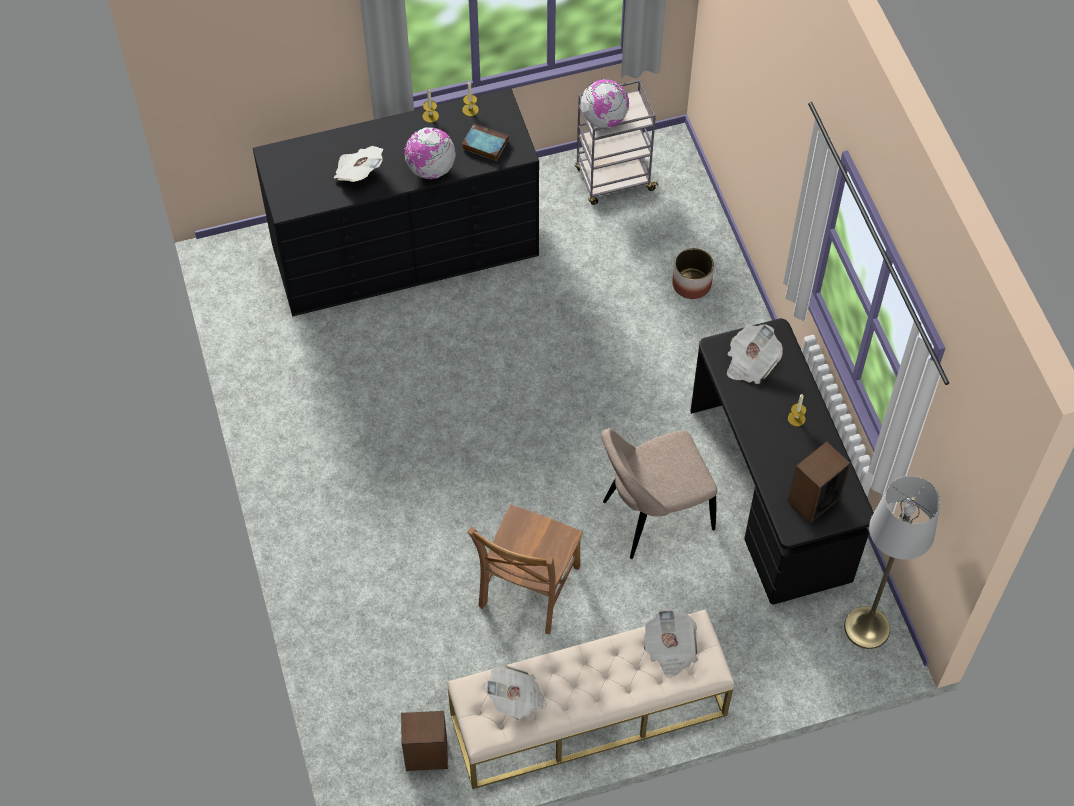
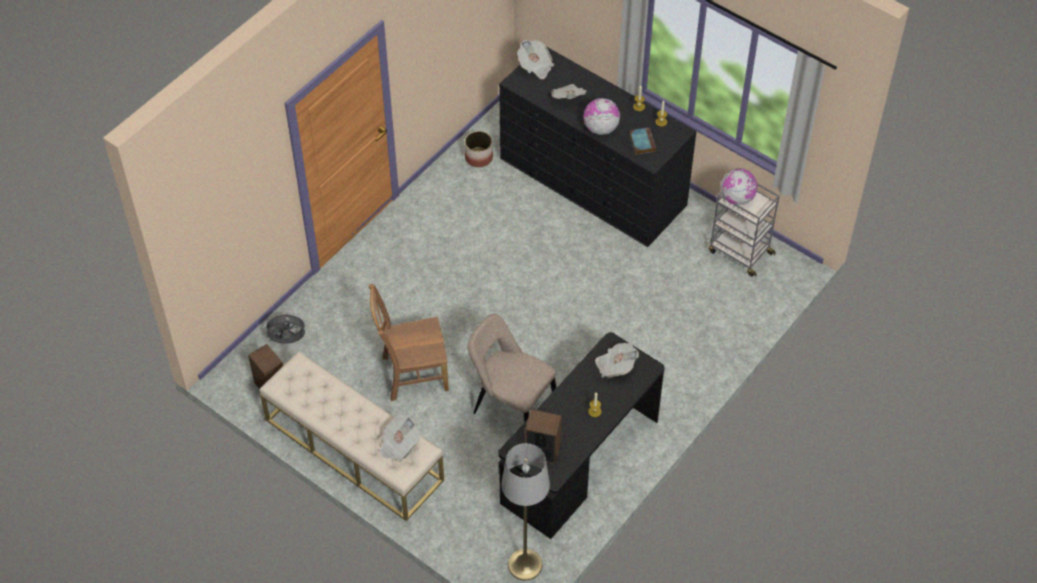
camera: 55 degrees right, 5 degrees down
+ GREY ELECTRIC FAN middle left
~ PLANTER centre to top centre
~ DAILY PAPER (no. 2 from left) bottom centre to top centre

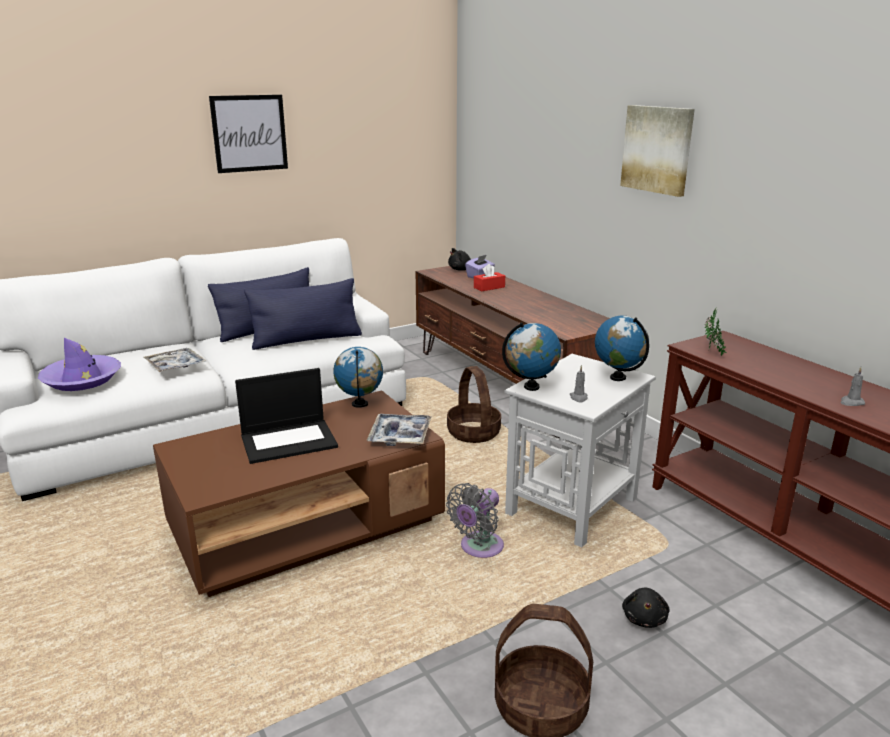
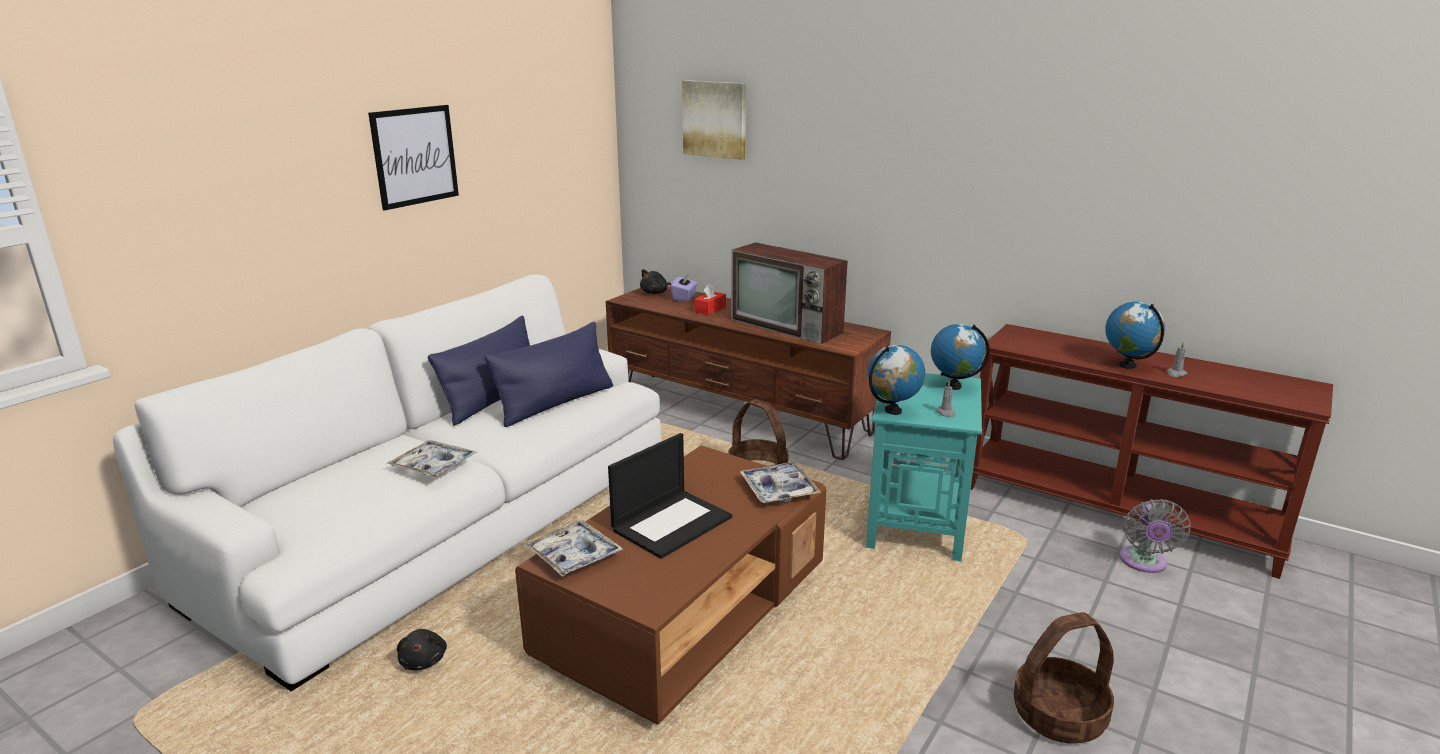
camera: 25 degrees left, 0 degrees up
~ BLACK PLUSH TOY (no. 2 from left in the first image) bottom right to BLACK PLUSH TOY (no. 1 from left) bottom left
+ CARRYING TRAY (no. 2 from left) bottom centre
~ PICTURE (no. 2 from left) top right to top centre
+ TELEVISION centre
~ WHITE ACCENT TABLE centre to TURQUOISE ACCENT TABLE centre
~ WORLD GLOBE (no. 1 from left in the first image) centre to WORLD GLOBE (no. 3 from left) middle right
~ GREY ELECTRIC FAN bottom centre to bottom right
- PURPLE-COLOURED HAT middle left
- PLANT IN A POT middle right

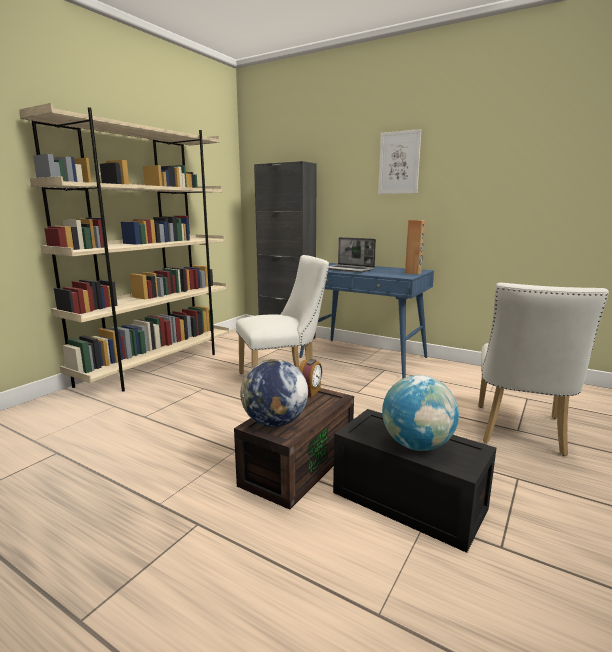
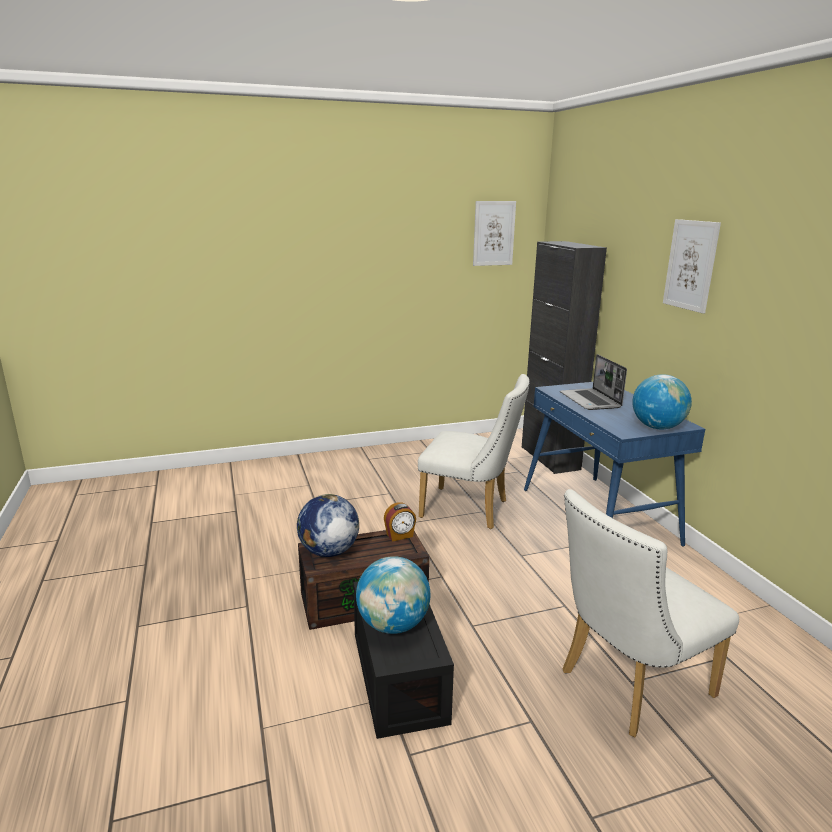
camera: 40 degrees right, 5 degrees up
+ PICTURE (no. 1 from left) top centre
~ BROWNISH LOUDSPEAKER middle right to WORLD GLOBE (no. 3 from left) middle right
- BEIGE-COLOURED BOOKCASE middle left

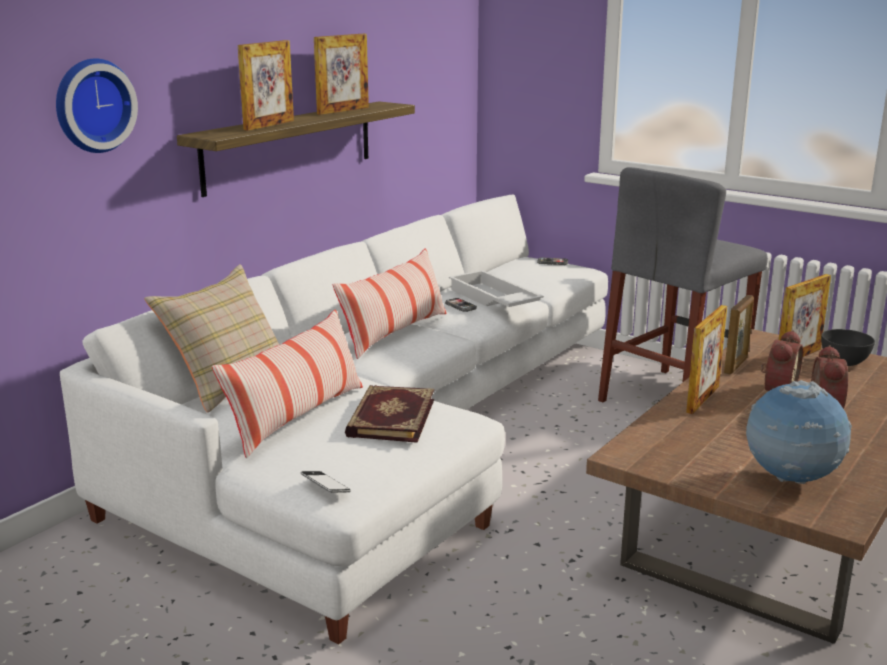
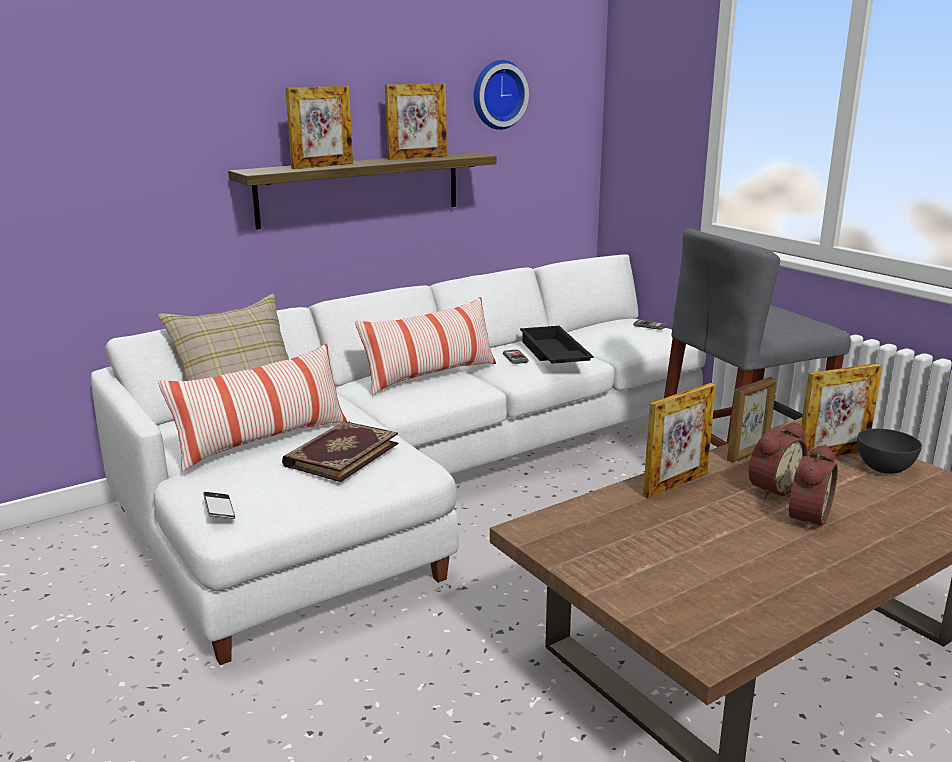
camera: 20 degrees right, 0 degrees up
~ WALL CLOCK top left to top centre
~ WHITE CARRYING TRAY centre to BLACK CARRYING TRAY centre
- WORLD GLOBE middle right

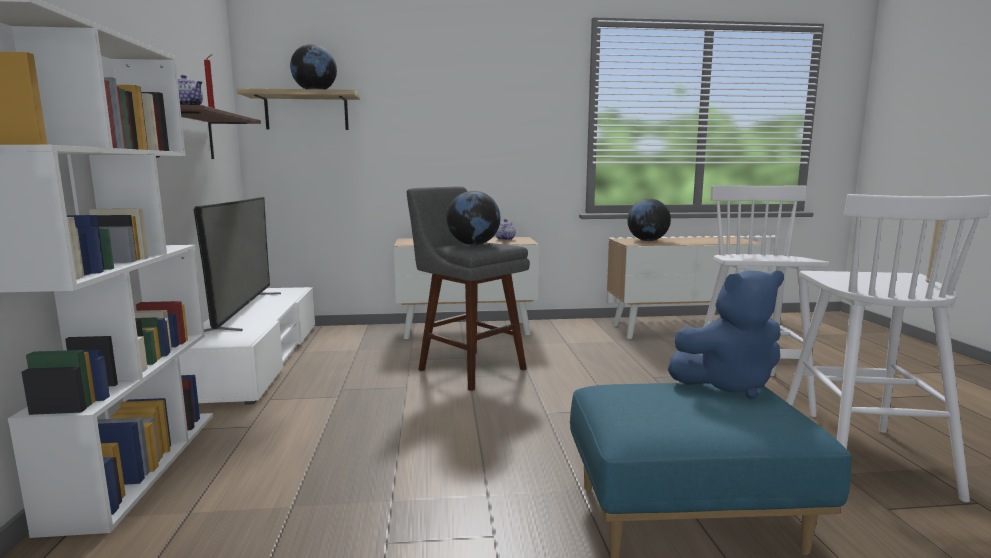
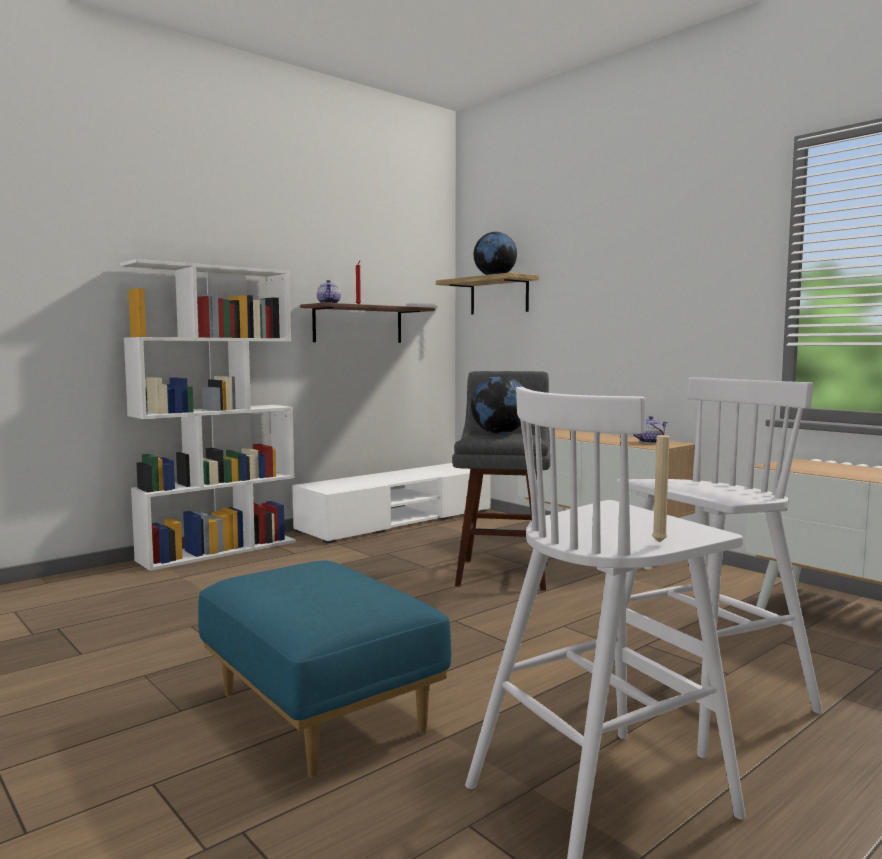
camera: 55 degrees right, 5 degrees down
- TELEVISION middle left
- WORLD GLOBE (no. 3 from left) centre
- BLUE PLUSH TOY middle right

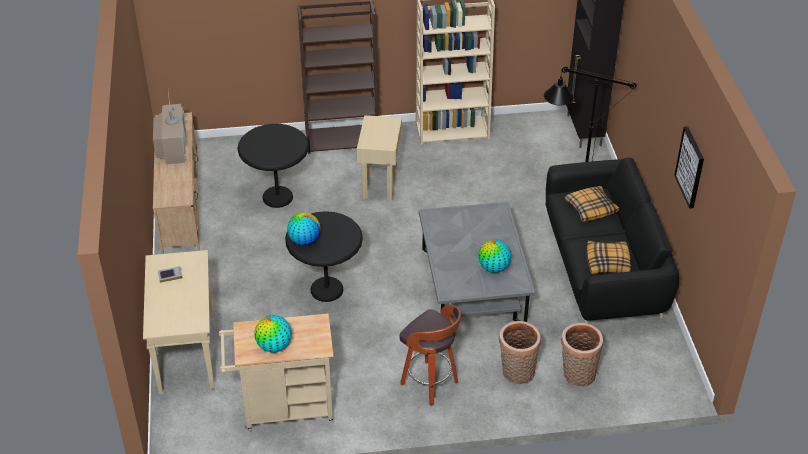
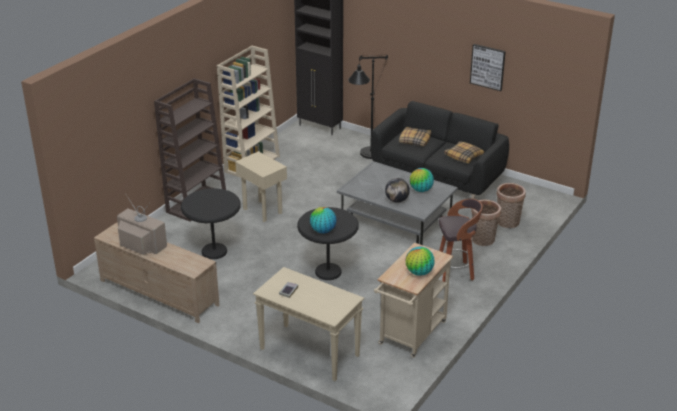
camera: 50 degrees left, 10 degrees down
+ WORLD GLOBE (no. 2 from left) centre

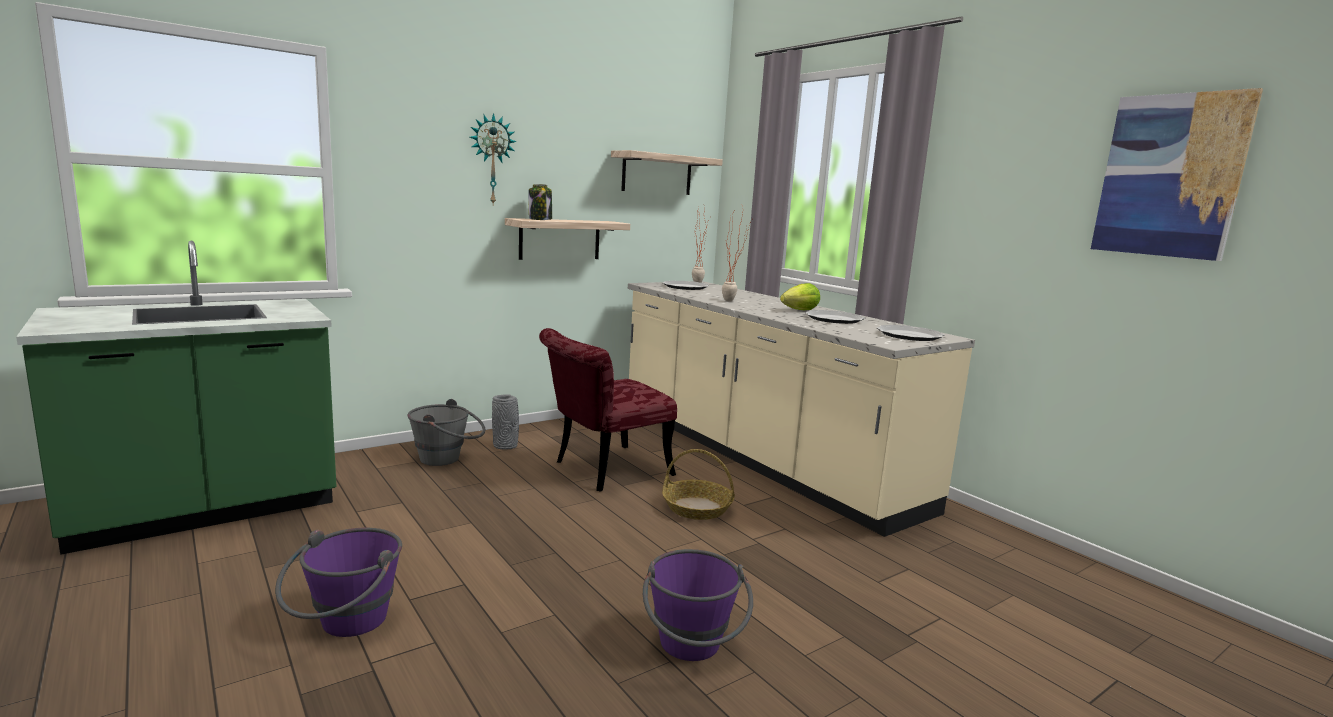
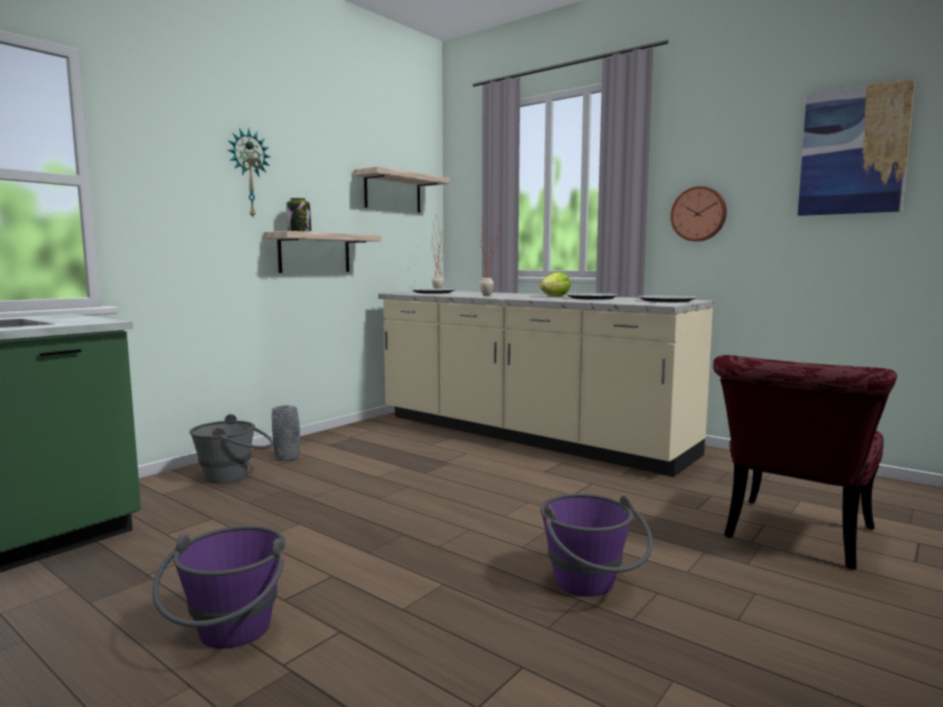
camera: 15 degrees left, 5 degrees down
+ WALL CLOCK (no. 2 from left) top right
~ REDDISH PLAIN CHAIR centre to middle right
- HOUSEHOLD BASKET bottom centre

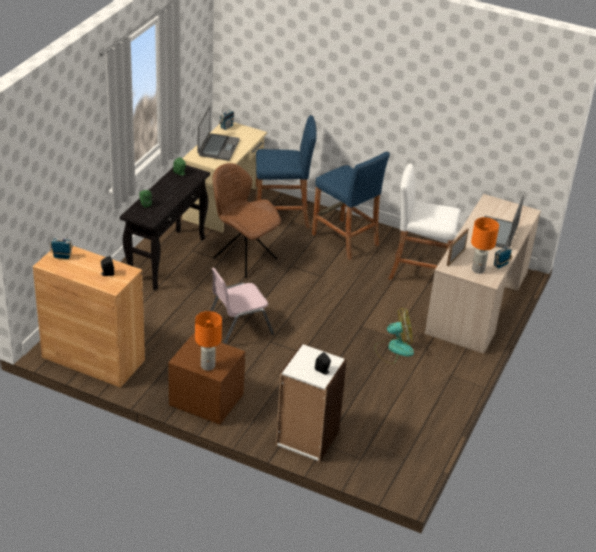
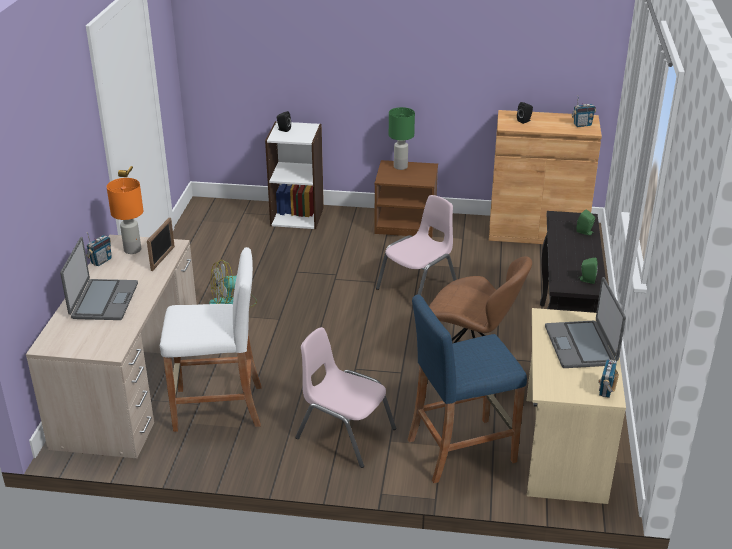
camera: 165 degrees right, 5 degrees down
~ BLUE STOOL SEAT (no. 2 from left) centre to PINK PLAIN CHAIR (no. 1 from left) bottom centre
~ ORANGE-COLOURED TABLETOP LAMP (no. 1 from left) centre to GREENISH TABLETOP LAMP top centre

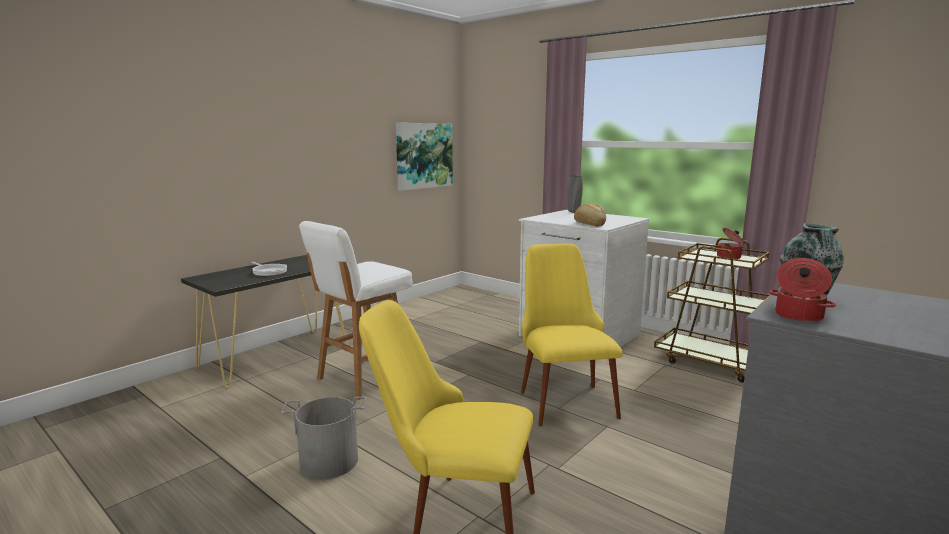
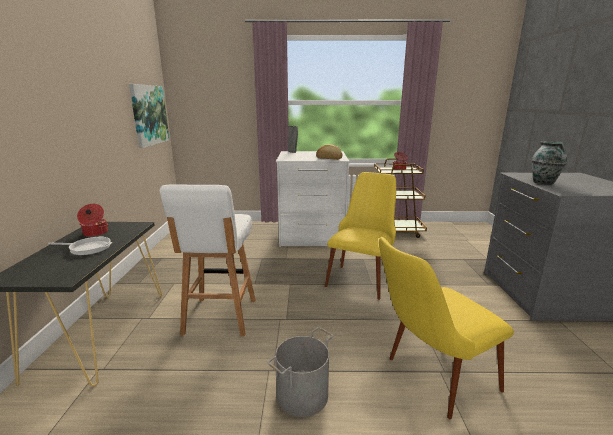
camera: 40 degrees left, 5 degrees up
~ COOKING POT (no. 2 from left in the first image) middle right to COOKING POT (no. 1 from left) middle left
~ YELLOW PLAIN CHAIR (no. 2 from left in the first image) centre = centre 75 degrees clockwise

